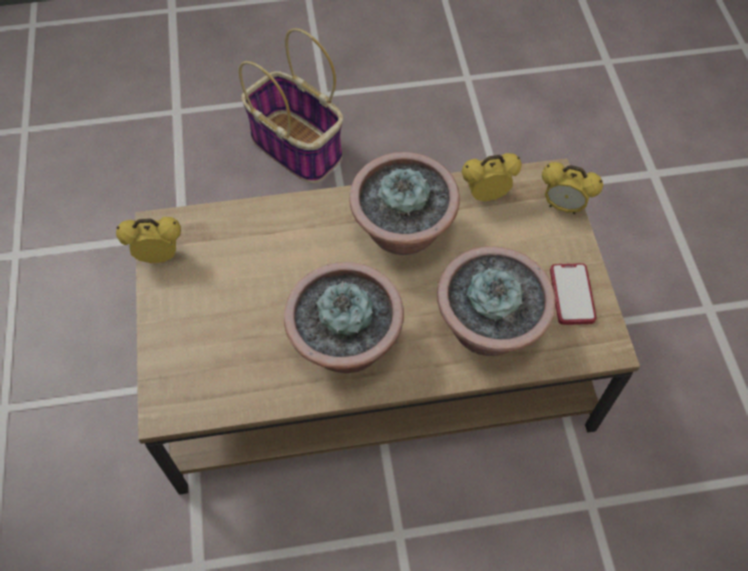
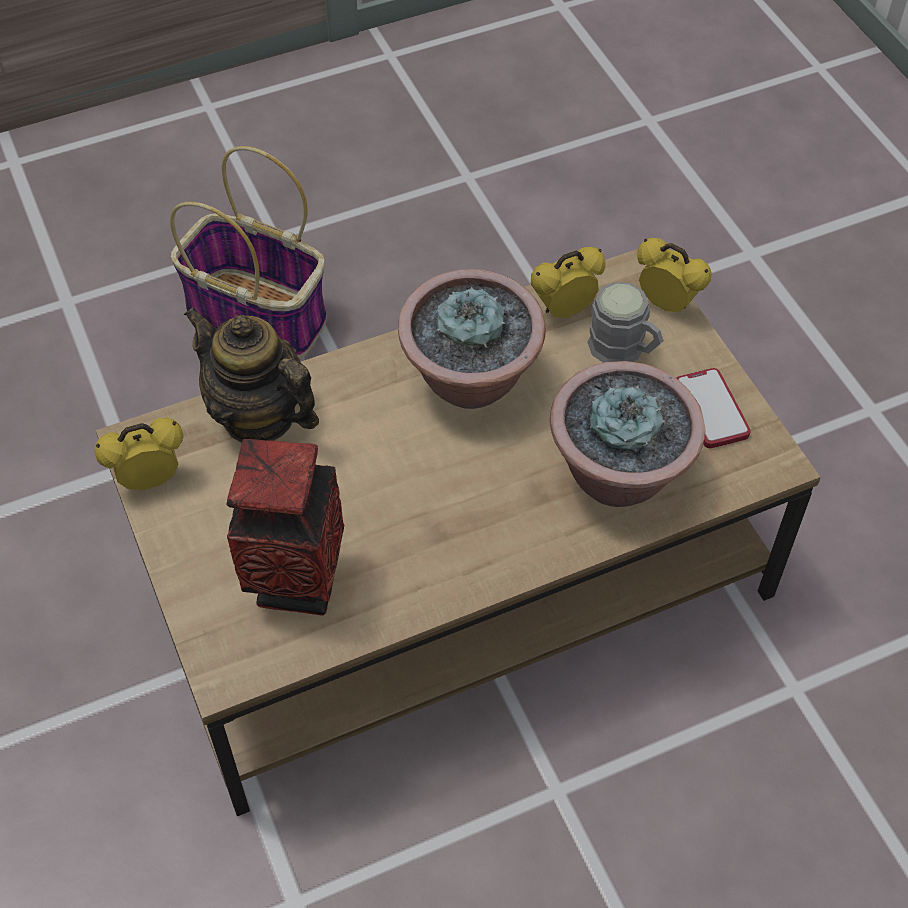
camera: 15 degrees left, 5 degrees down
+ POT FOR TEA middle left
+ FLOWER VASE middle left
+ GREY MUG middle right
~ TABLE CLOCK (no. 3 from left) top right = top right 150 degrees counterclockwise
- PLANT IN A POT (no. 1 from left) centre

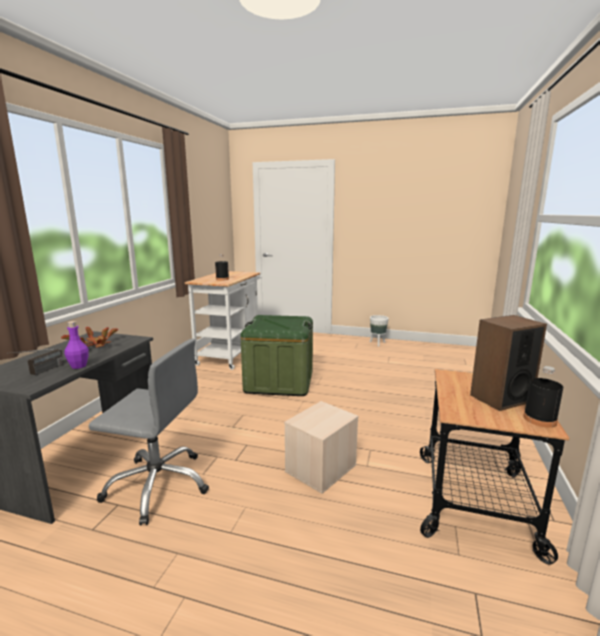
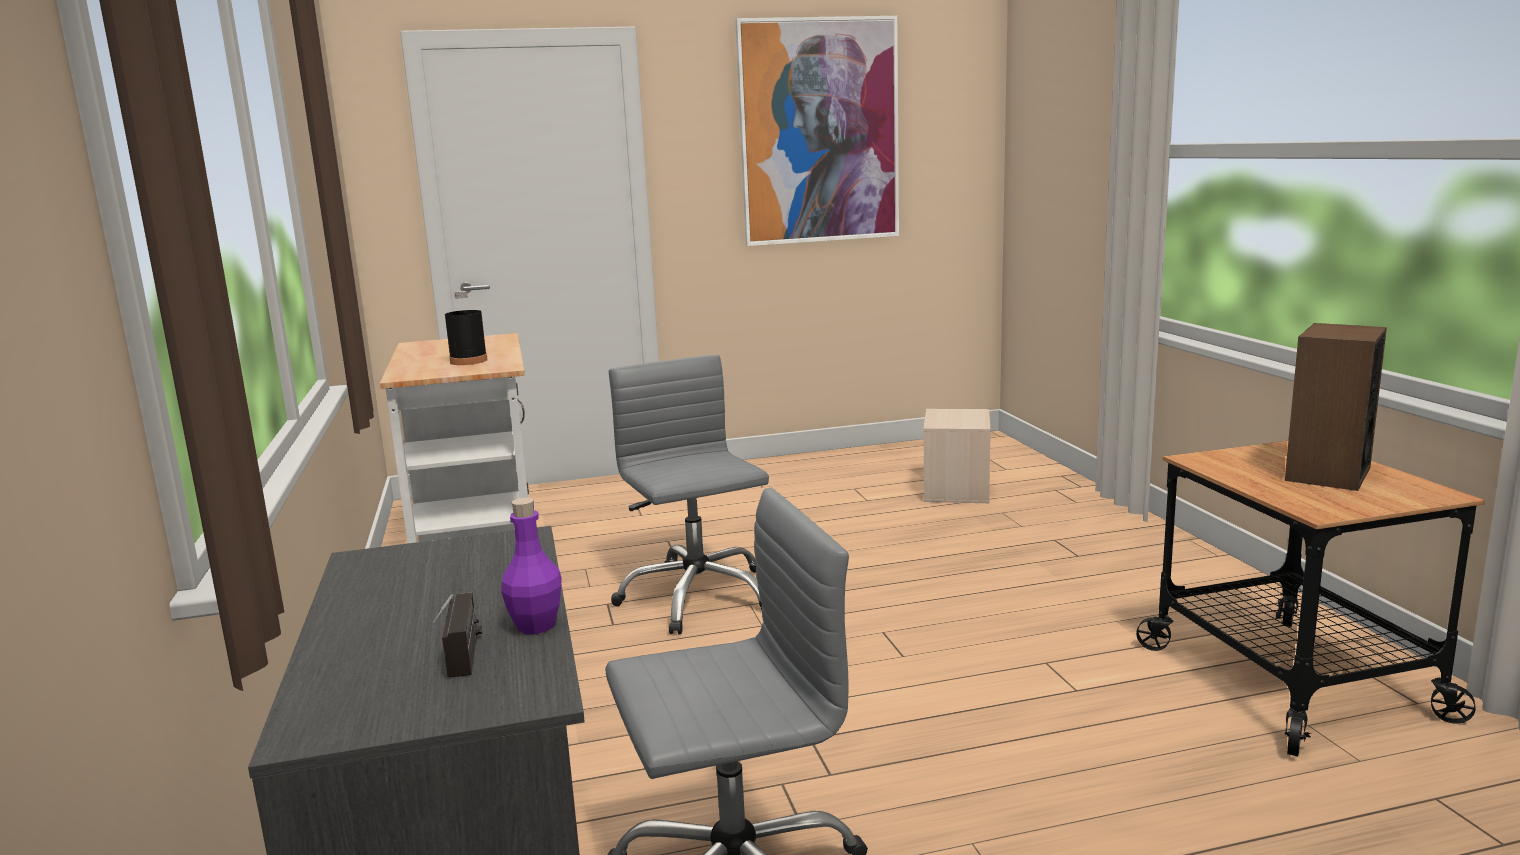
camera: 30 degrees left, 0 degrees up
~ GREENISH STORAGE BIN centre to GREY COMPUTER CHAIR (no. 1 from left) centre
+ PICTURE top centre
~ BEIGE-COLOURED STORAGE BIN bottom centre to centre
- PLANT IN A POT middle left
- WHITE PLANTER centre
- BLACK BOTTLE (no. 2 from left) middle right

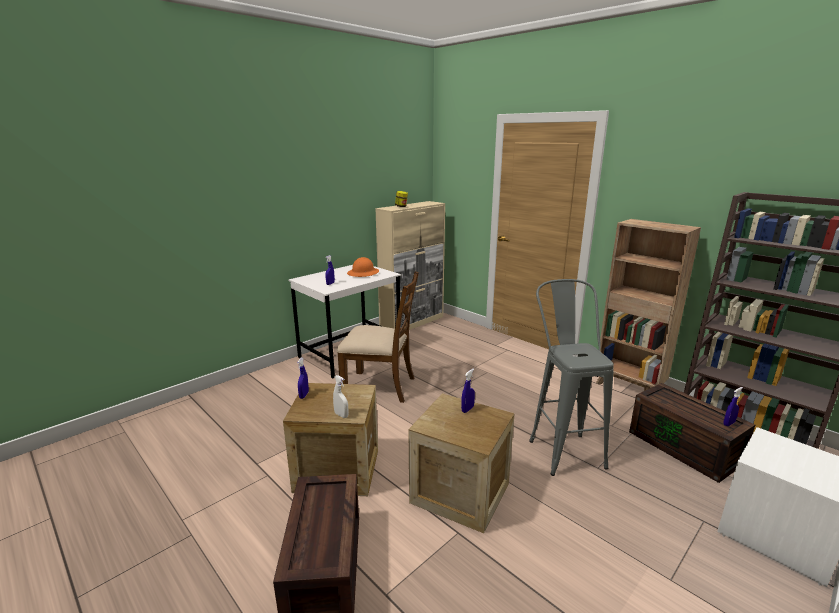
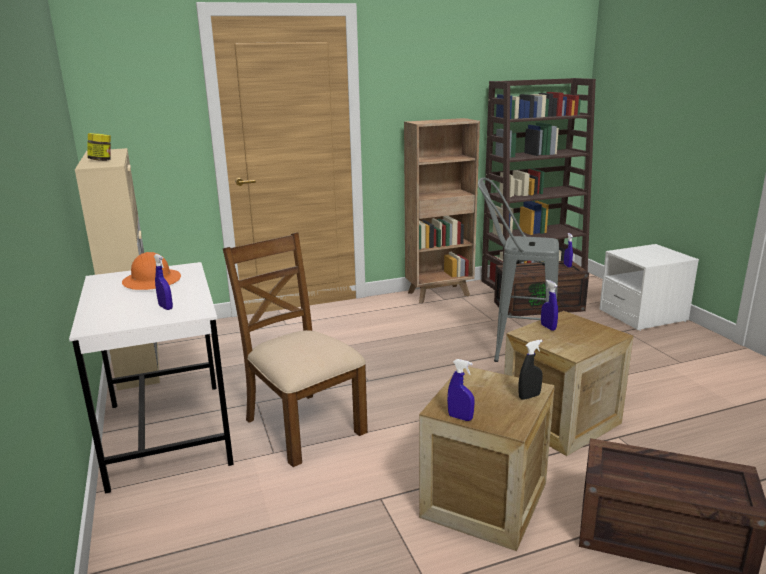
camera: 65 degrees left, 0 degrees up
~ BROWNISH PLAIN CHAIR centre = centre 75 degrees counterclockwise
~ WHITE SPRAYER centre to BLACK SPRAYER middle right

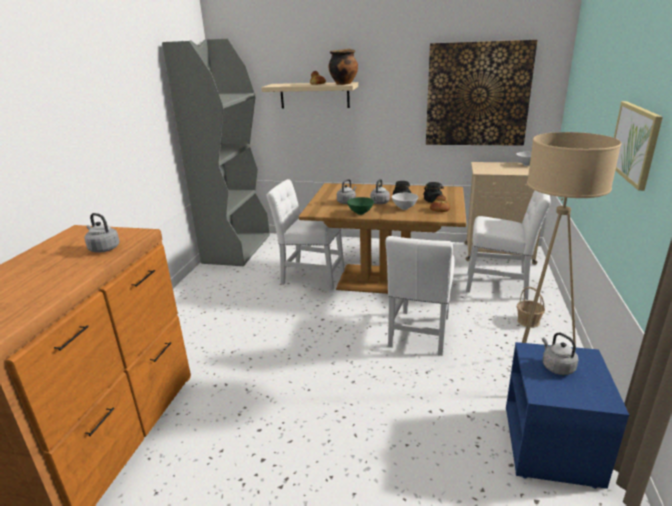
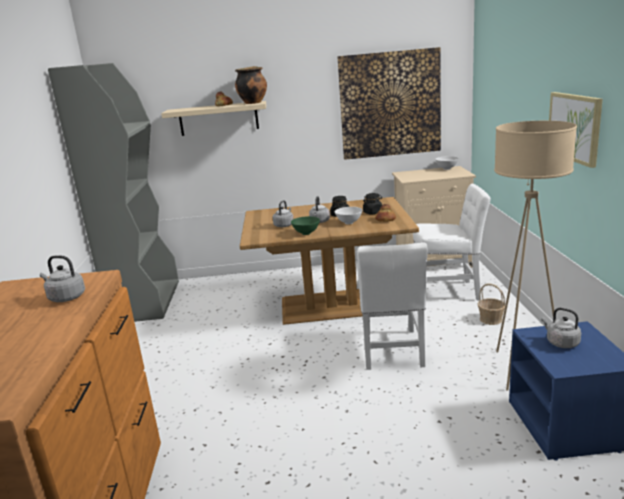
camera: 15 degrees left, 5 degrees down
- WHITE PLAIN CHAIR (no. 1 from left) centre

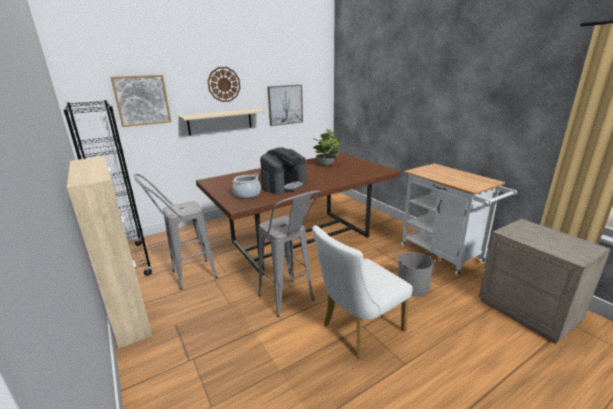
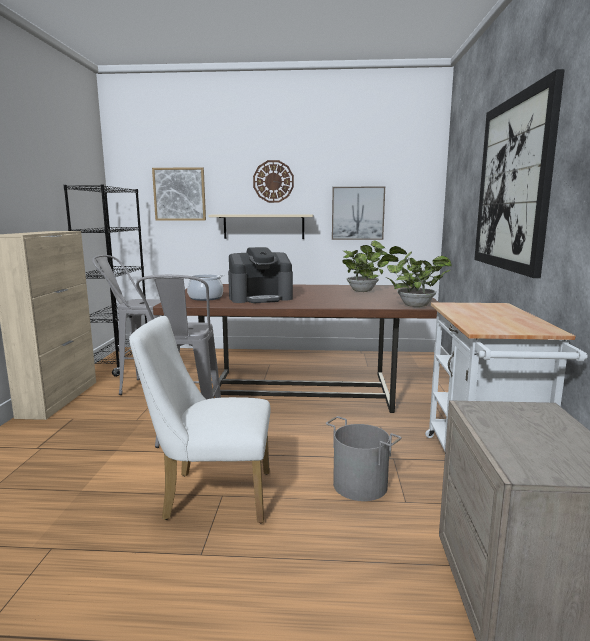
camera: 35 degrees right, 10 degrees down
+ PLANT IN A POT (no. 2 from left) middle right
+ PICTURE (no. 3 from left) top right

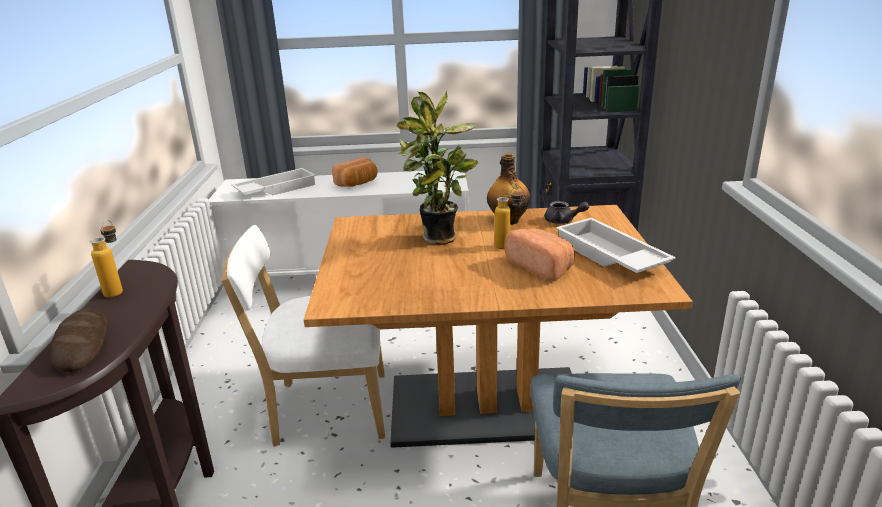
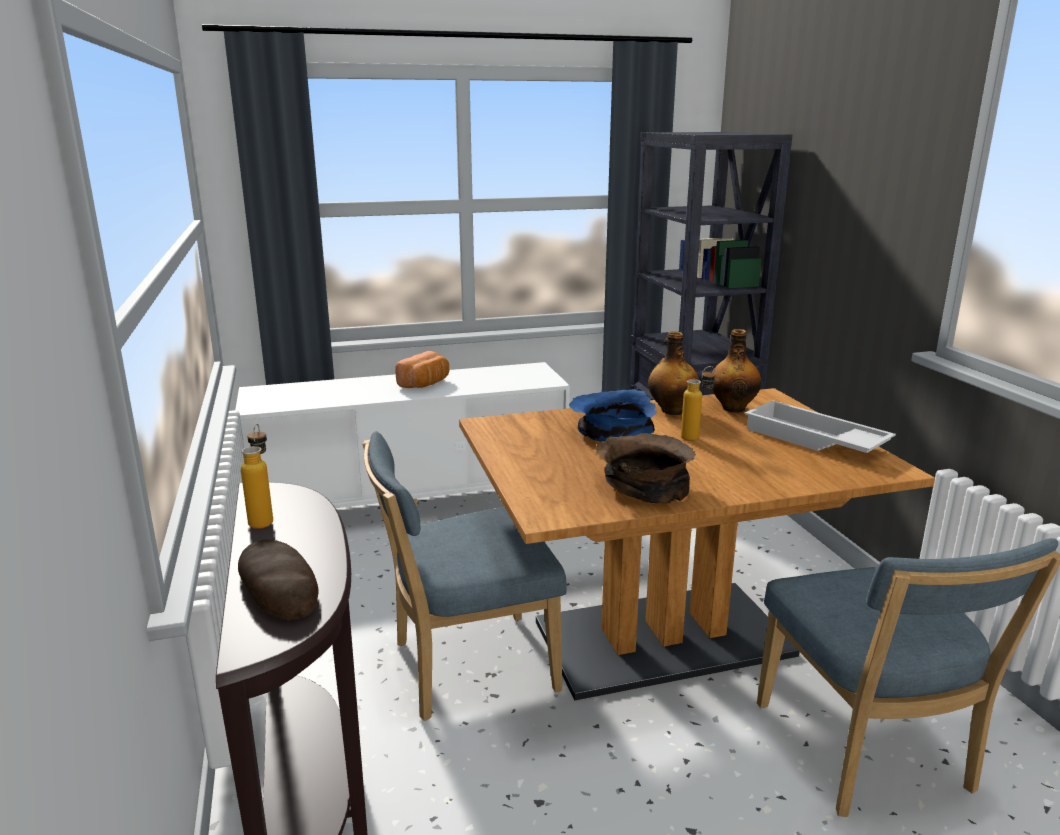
camera: 15 degrees left, 5 degrees down
~ WHITE PLAIN CHAIR centre to BLUE PLAIN CHAIR (no. 1 from left) bottom centre
~ PLANT IN A POT top centre to BLUE DEEP DISH centre
+ BROWNISH DEEP DISH centre
~ GREY POT FOR TEA centre to BOTTLE (no. 4 from left) middle right
- WHITE CARRYING TRAY (no. 1 from left) middle left
- BAKERY BREAD (no. 3 from left) centre

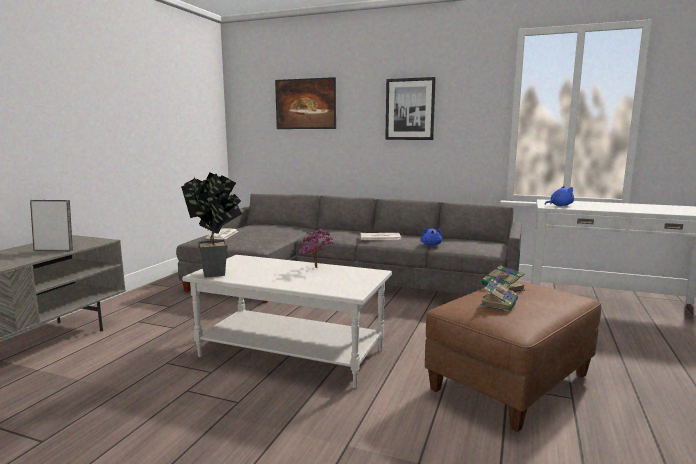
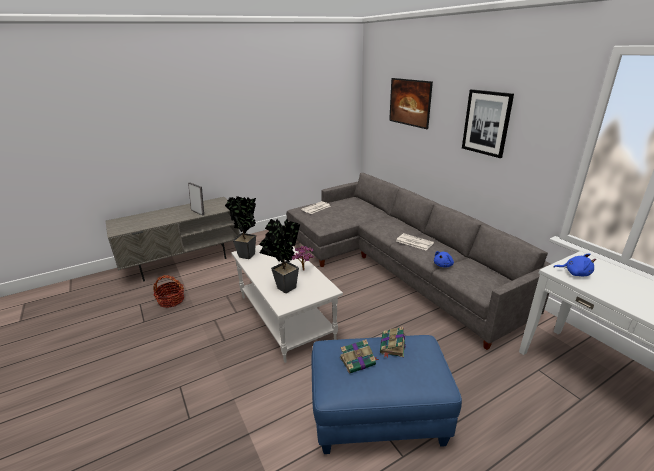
camera: 40 degrees right, 15 degrees up
+ HOUSEHOLD BASKET middle left
+ PLANT IN A POT (no. 2 from left) centre
~ BROWNISH OTTOMAN bottom right to BLUE OTTOMAN bottom centre

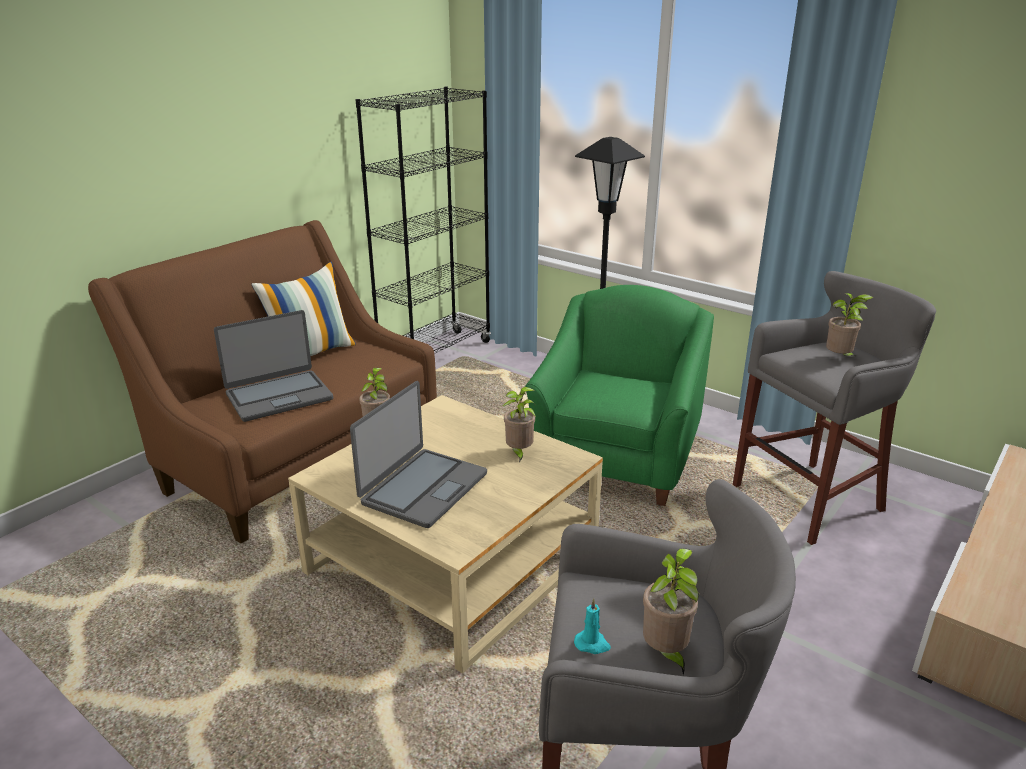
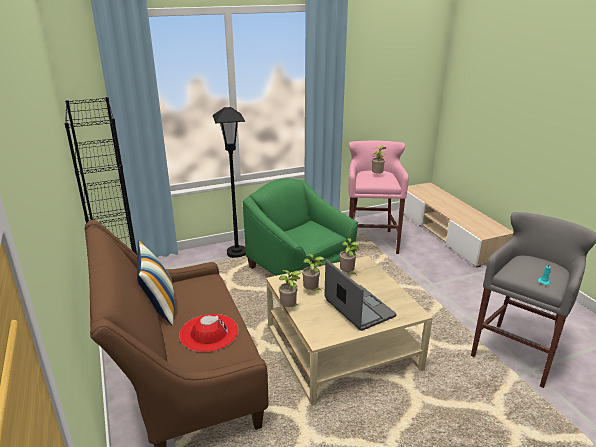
camera: 60 degrees left, 0 degrees up
~ PORTABLE COMPUTER (no. 1 from left) middle left to REDDISH HAT bottom centre
~ PLANT IN A POT (no. 3 from left in the first image) bottom centre to PLANT IN A POT (no. 2 from left) centre
~ GREY STOOL SEAT (no. 2 from left) middle right to PINK STOOL SEAT centre

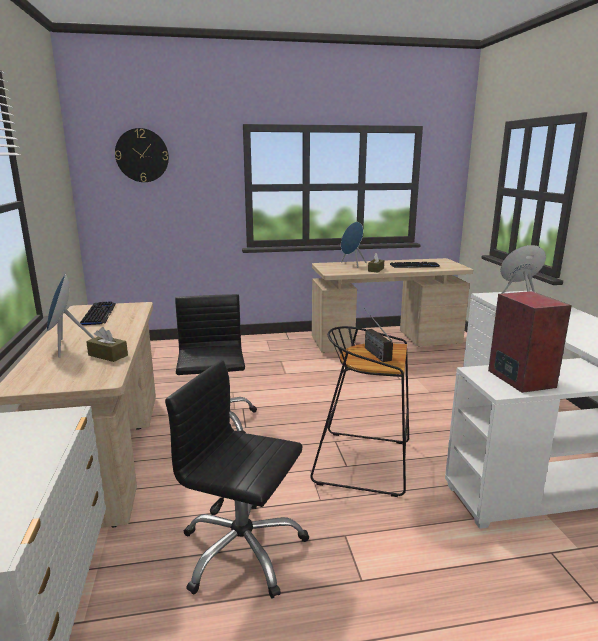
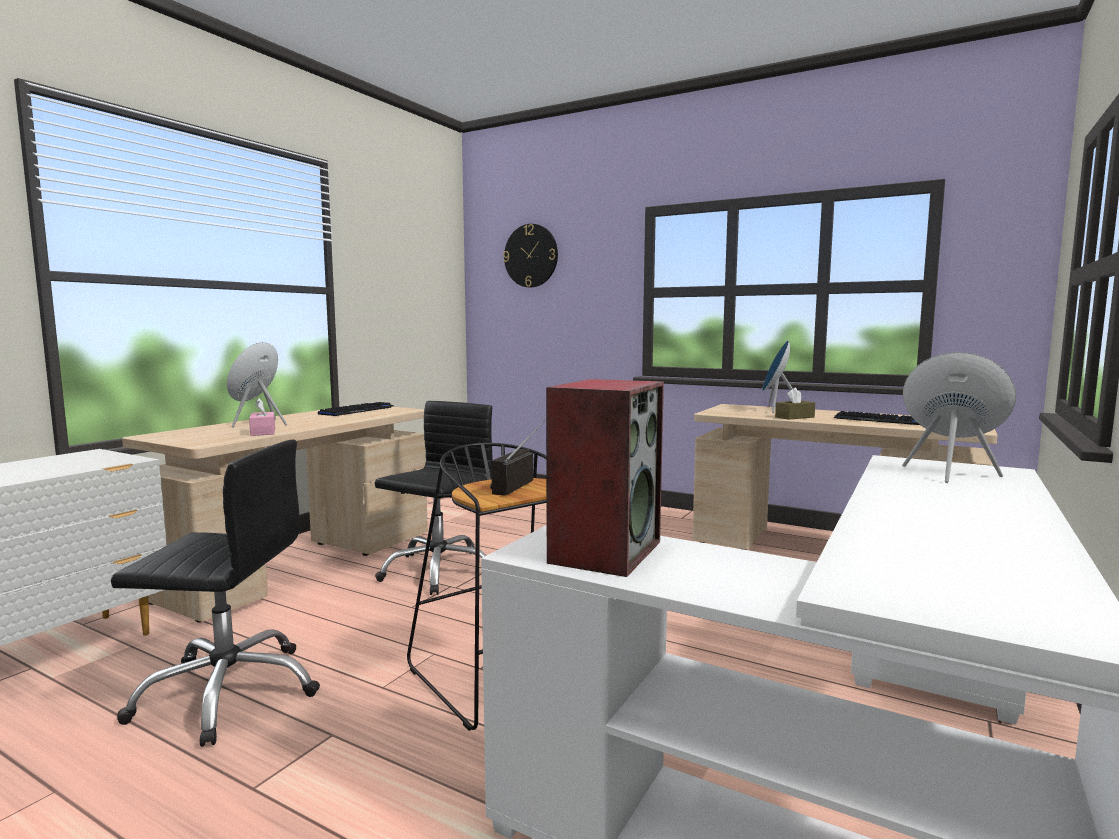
camera: 40 degrees right, 10 degrees down
~ BLACK COMPUTER CHAIR (no. 2 from left in the first image) bottom centre = bottom left 120 degrees clockwise
~ BROWNISH BOX OF TISSUES (no. 1 from left) middle left to PINK BOX OF TISSUES middle left

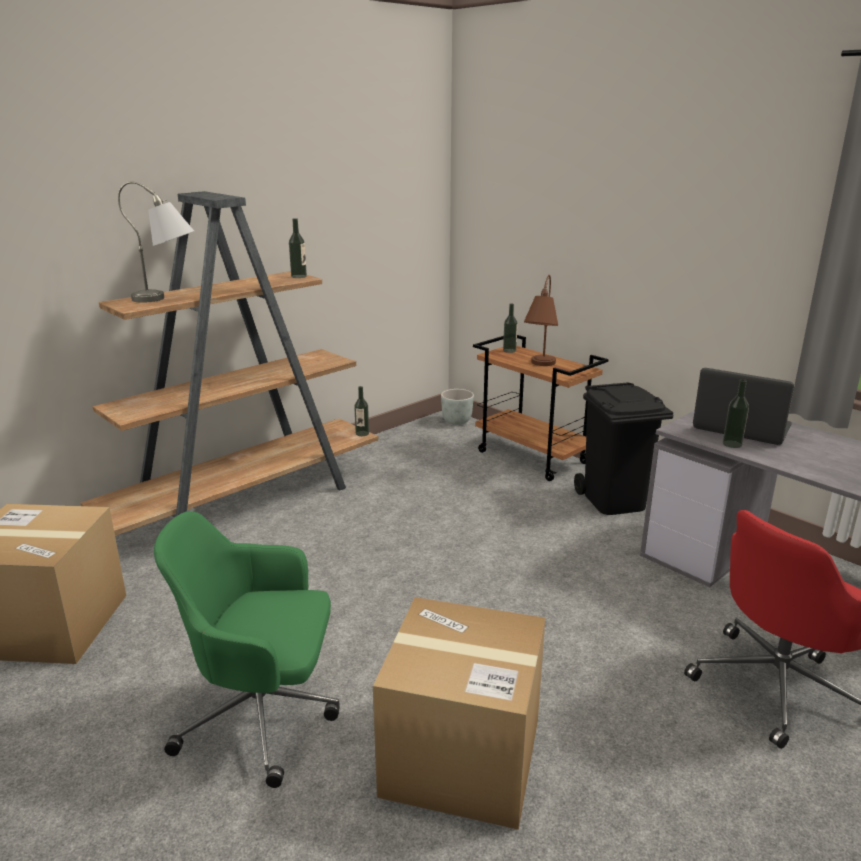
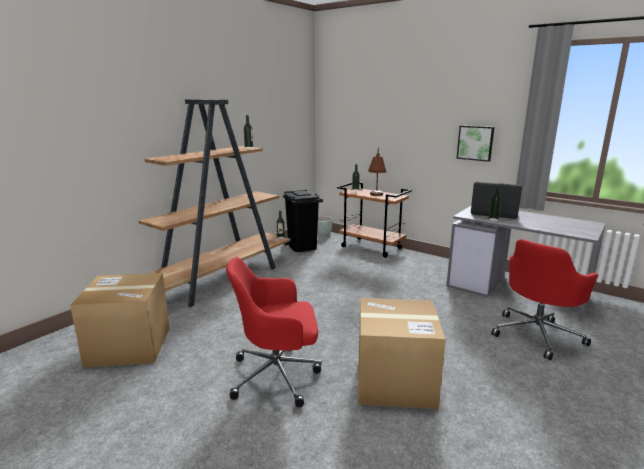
camera: 10 degrees left, 5 degrees down
~ GREENISH COMPUTER CHAIR bottom left to REDDISH COMPUTER CHAIR (no. 1 from left) bottom centre
~ BLACK RUBBISH BIN middle right to centre
+ PICTURE top right
- GREY TABLETOP LAMP top left

